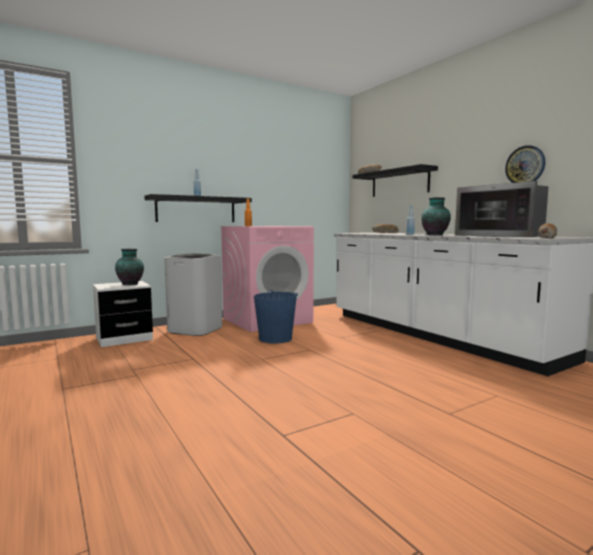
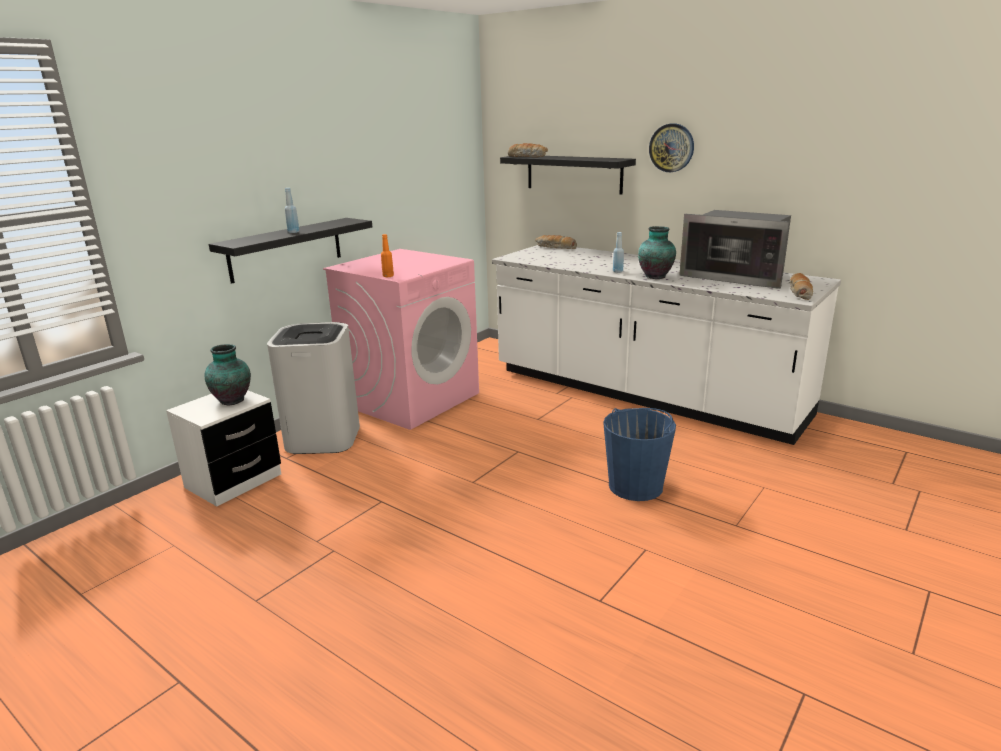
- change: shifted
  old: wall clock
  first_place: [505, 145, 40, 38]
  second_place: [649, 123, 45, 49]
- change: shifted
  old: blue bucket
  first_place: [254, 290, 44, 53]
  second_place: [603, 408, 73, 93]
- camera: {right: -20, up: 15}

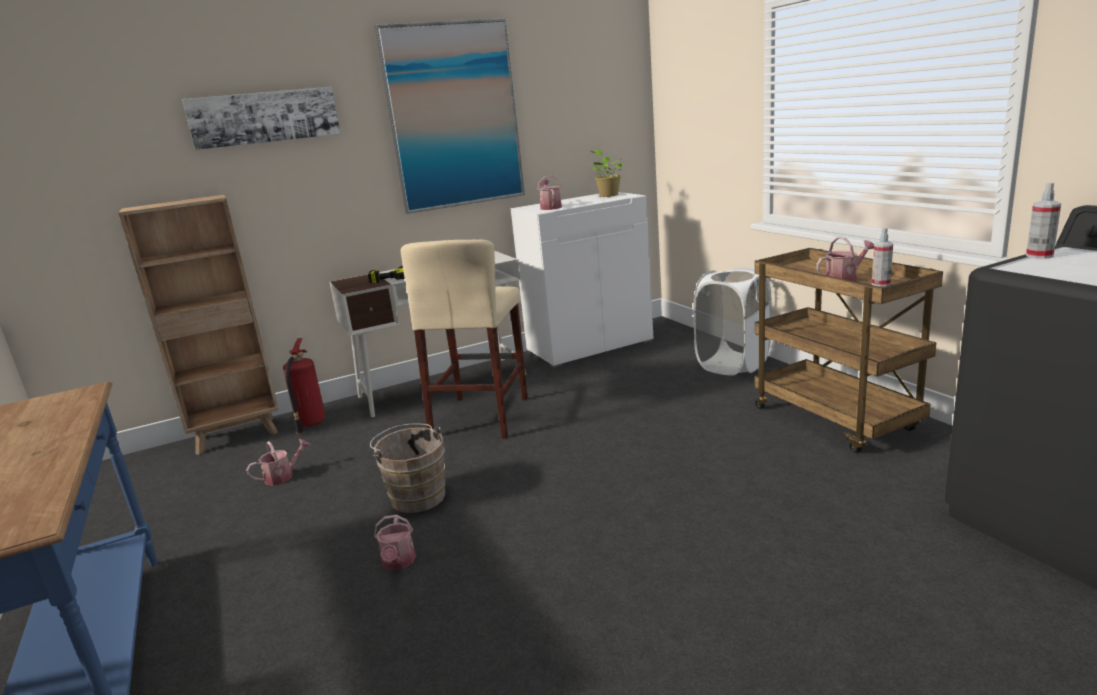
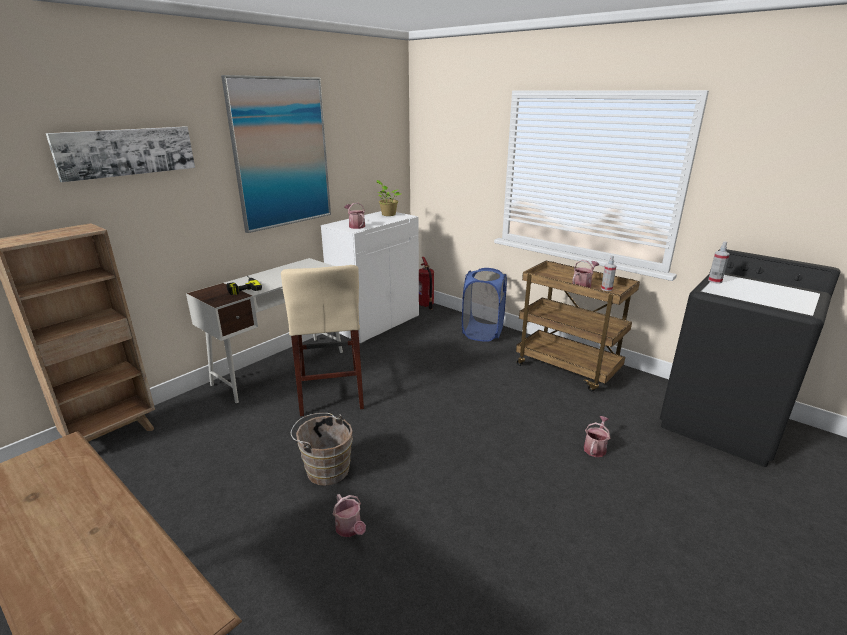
- change: repainted
  old: white laundry basket
  new: blue laundry basket
  first_place: [693, 267, 78, 109]
  second_place: [462, 268, 45, 74]
- change: shifted
  old: fire extinguisher
  first_place: [283, 338, 43, 96]
  second_place: [419, 257, 15, 53]
- change: shifted
  old: watering can
  first_place: [246, 439, 64, 47]
  second_place: [584, 416, 26, 41]
- camera: {right: -25, up: 5}

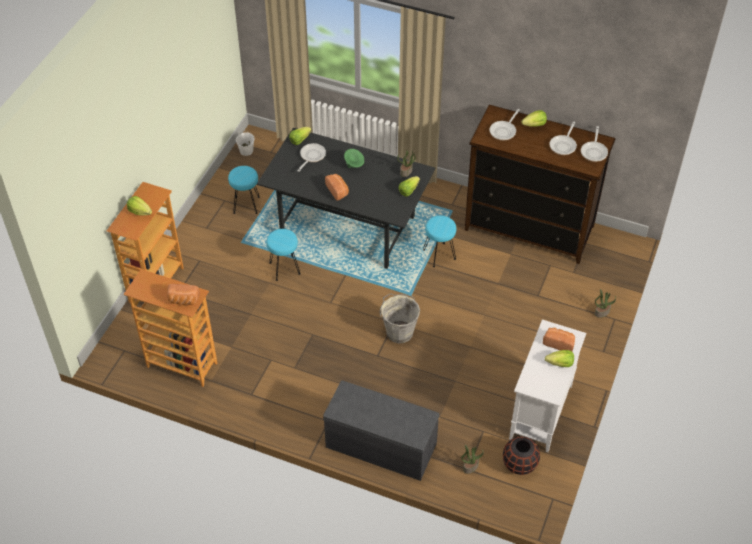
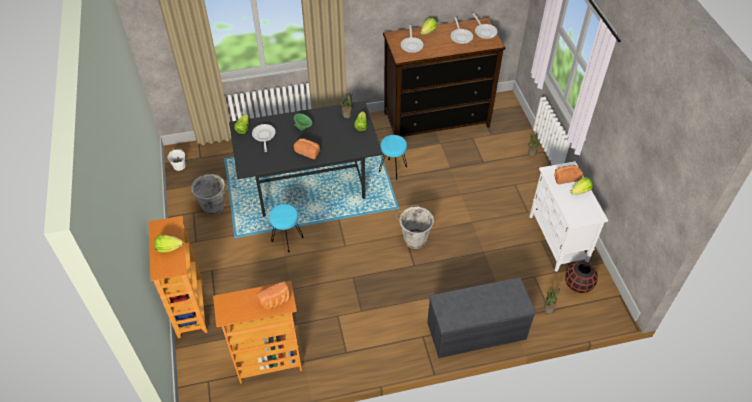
- change: swapped
  old: turquoise stool
  new: grey bucket
  first_place: [228, 166, 32, 48]
  second_place: [191, 174, 37, 41]
- camera: {right: -35, up: 0}

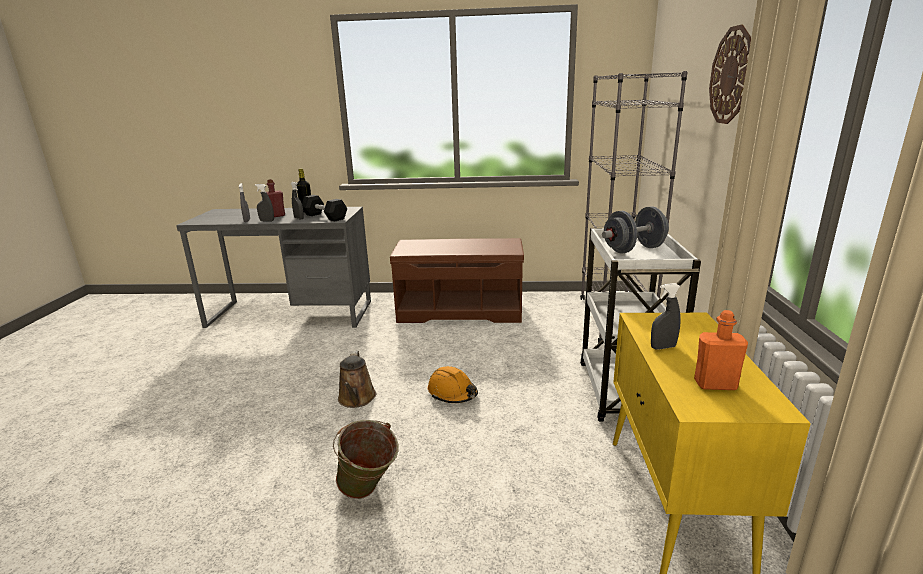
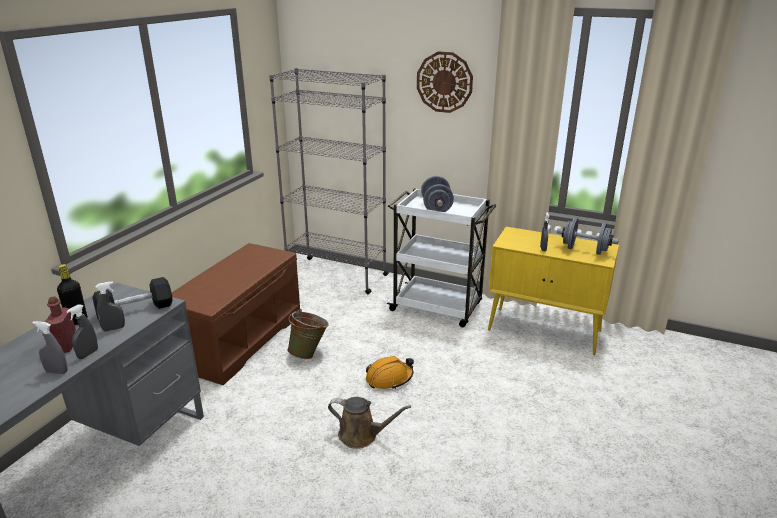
- change: swapped
  old: orange bottle
  new: grey dumbbell
  first_place: [694, 310, 54, 80]
  second_place: [557, 218, 62, 37]
- change: shifted
  old: green bucket
  first_place: [333, 420, 66, 79]
  second_place: [287, 309, 42, 50]
- camera: {right: -70, up: 5}

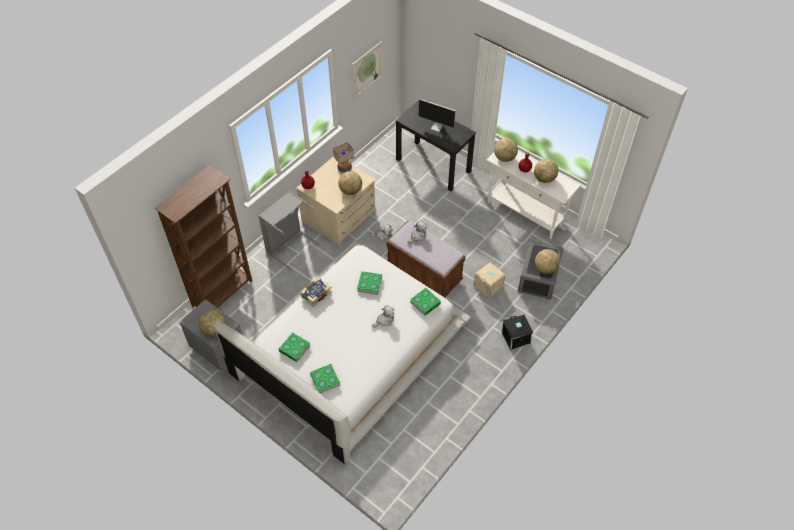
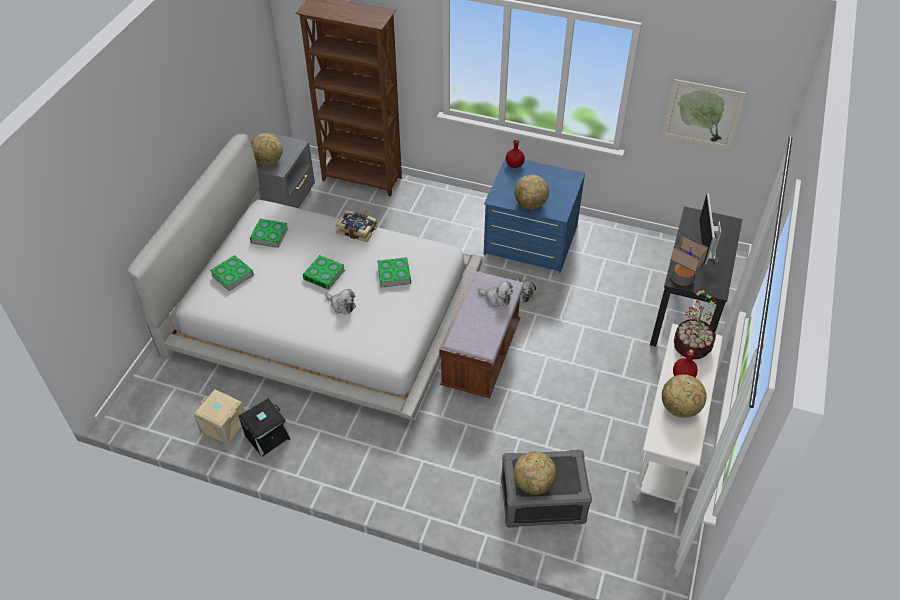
- change: swapped
  old: globe
  new: potted plant
  first_place: [494, 138, 24, 24]
  second_place: [674, 288, 44, 72]
- change: shifted
  old: table lamp
  first_place: [333, 142, 21, 31]
  second_place: [670, 236, 38, 50]
- change: repainted
  old: beige dresser
  new: blue dresser
  first_place: [296, 157, 80, 88]
  second_place: [484, 157, 101, 116]
- change: gone
  old: grey laundry basket
  first_place: [258, 191, 62, 79]
- change: shifted
  old: beige storage box
  first_place: [474, 263, 31, 36]
  second_place: [194, 389, 51, 57]
- change: shifted
  old: book
  first_place: [410, 288, 31, 28]
  second_place: [303, 255, 42, 35]
- change: shifted
  old: black storage box
  first_place: [501, 315, 32, 35]
  second_place: [239, 399, 52, 58]
- camera: {right: 70, up: -5}

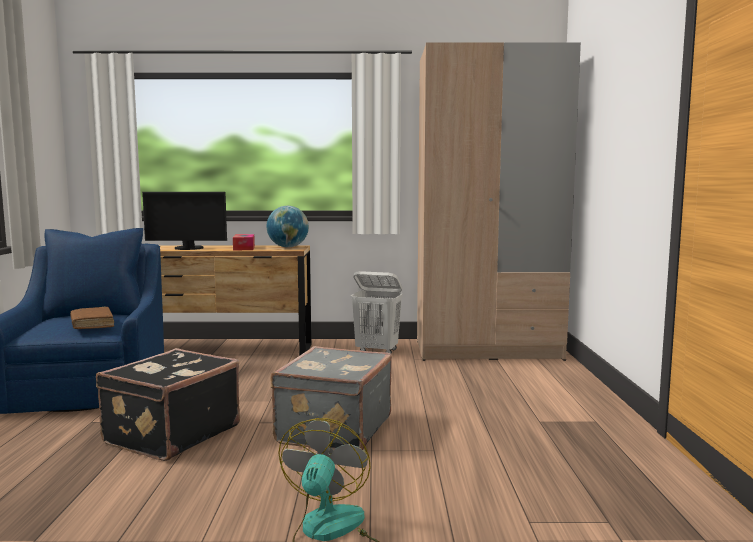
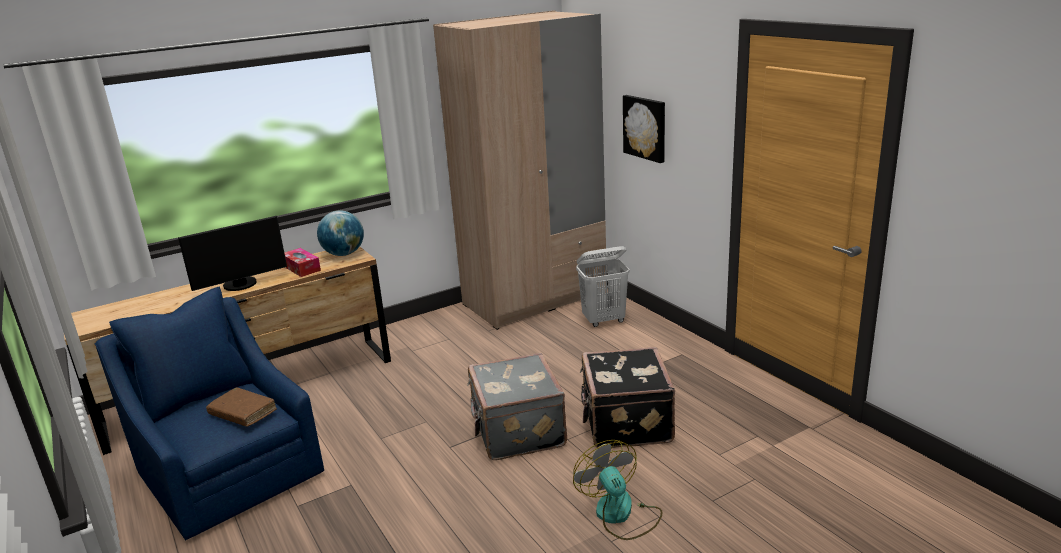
- change: shifted
  old: white laundry basket
  first_place: [351, 271, 52, 83]
  second_place: [576, 246, 54, 81]
- change: shifted
  old: black suitcase
  first_place: [96, 348, 144, 113]
  second_place: [580, 347, 95, 101]
- change: new
  new: picture
  second_place: [623, 95, 42, 68]
- camera: {right: -30, up: 15}

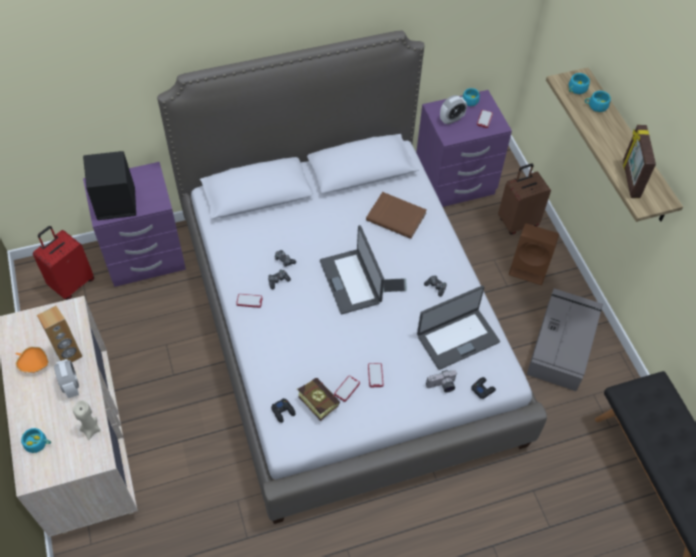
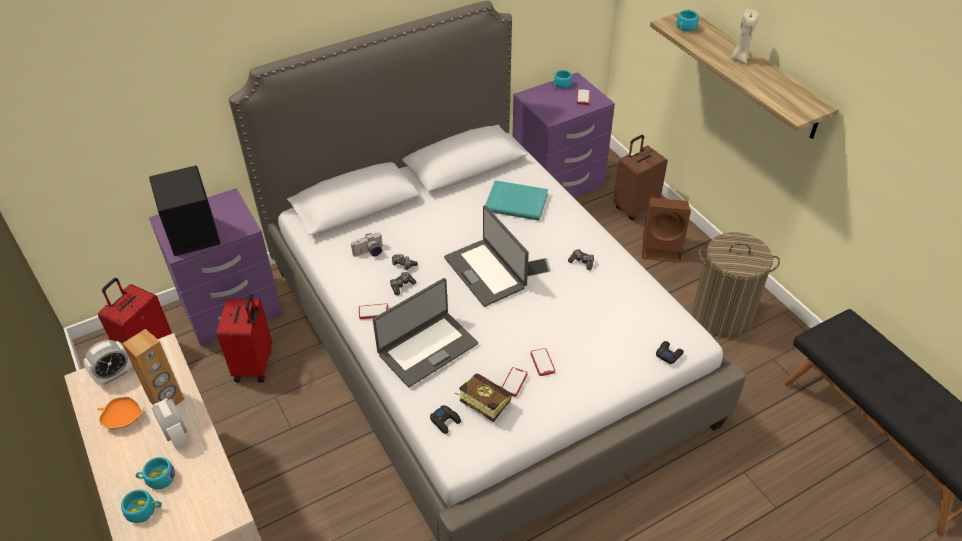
- change: shifted
  old: turquoise cup
  first_place: [585, 91, 26, 21]
  second_place: [135, 457, 40, 32]
- change: shifted
  old: alarm clock
  first_place: [440, 95, 27, 30]
  second_place: [83, 340, 49, 45]
- change: gone
  old: picture frame
  first_place: [623, 125, 33, 73]
- change: repainted
  old: brown book
  new: turquoise book
  first_place: [366, 192, 61, 47]
  second_place: [485, 180, 63, 41]
- change: shifted
  old: laptop
  first_place: [417, 285, 83, 85]
  second_place: [373, 278, 105, 109]
- change: swapped
  old: grey storage box
  new: laundry basket
  first_place: [527, 288, 76, 103]
  second_place: [692, 232, 88, 105]
- change: shifted
  old: photo camera
  first_place: [426, 370, 31, 23]
  second_place: [351, 233, 32, 24]
- change: shifted
  old: beige candle
  first_place: [73, 400, 28, 40]
  second_place: [731, 9, 28, 55]
- change: new
  new: red suitcase
  second_place: [217, 294, 55, 89]
- camera: {right: -10, up: -10}

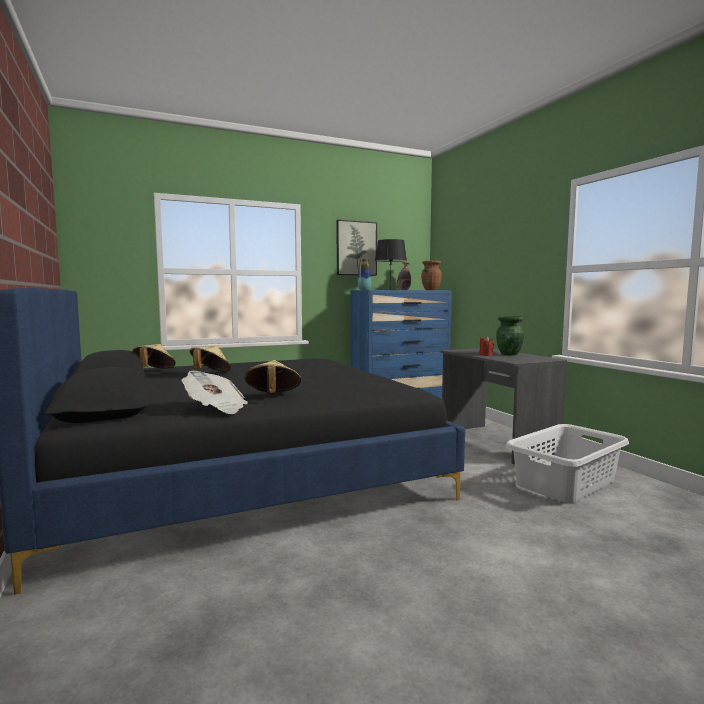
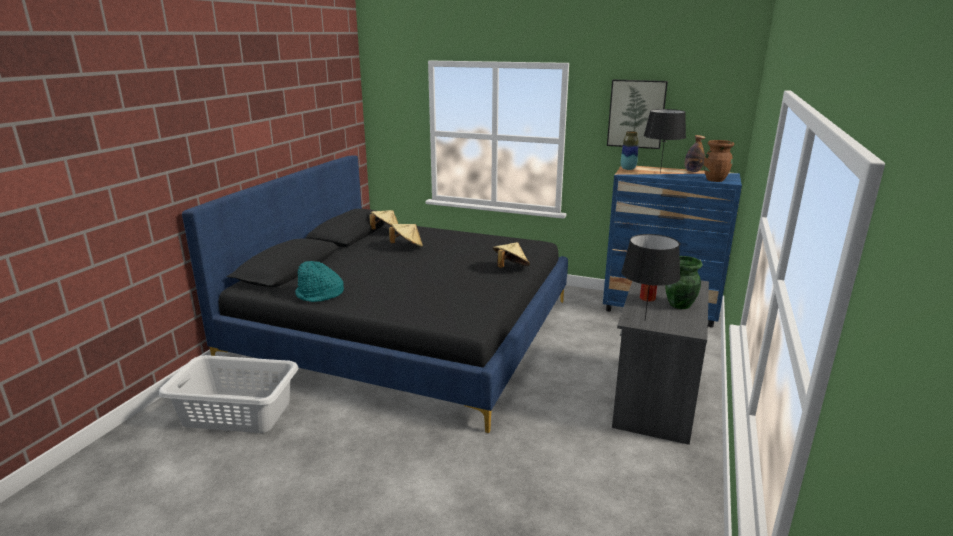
- change: shifted
  old: beige hat
  first_place: [244, 360, 58, 33]
  second_place: [493, 242, 37, 26]
- change: swapped
  old: newspaper
  new: turquoise hat
  first_place: [182, 371, 66, 43]
  second_place: [295, 261, 49, 41]
- change: shifted
  old: grey laundry basket
  first_place: [505, 424, 124, 79]
  second_place: [159, 355, 140, 78]
- change: new
  new: black table lamp
  second_place: [621, 234, 59, 86]
- camera: {right: 45, up: 15}

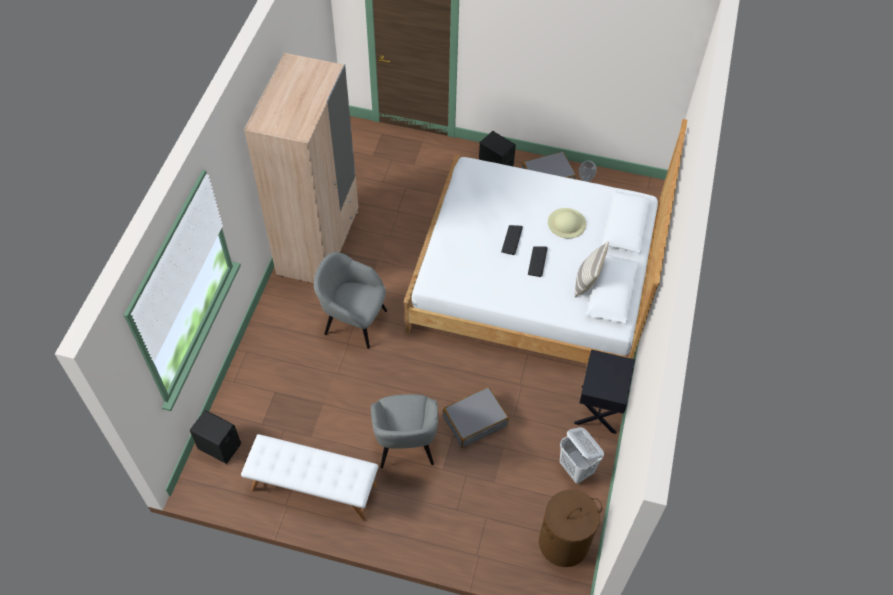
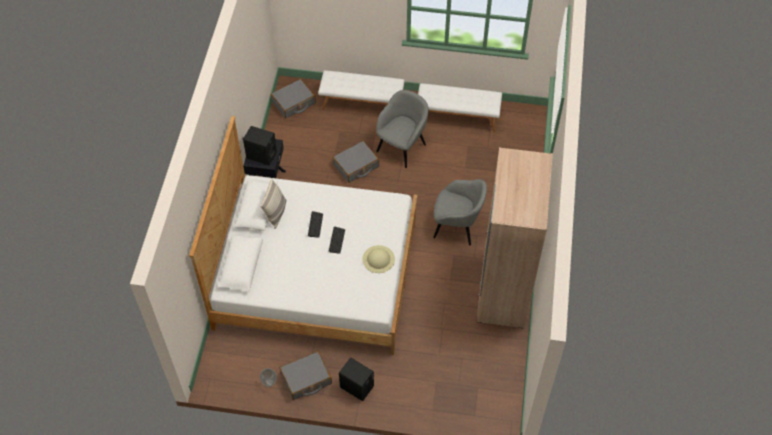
- change: shifted
  old: beige hat
  first_place: [548, 208, 38, 30]
  second_place: [362, 245, 33, 28]
- change: rotated
  old: grey armchair
  first_place: [371, 394, 67, 74]
  second_place: [376, 90, 53, 78]
  degrees: 45
- change: shifted
  old: black speaker
  first_place: [190, 410, 51, 54]
  second_place: [242, 126, 35, 39]
- change: gone
  old: white laundry basket
  first_place: [560, 427, 44, 57]
- change: swapped
  old: brown laundry basket
  new: grey suitcase
  first_place: [539, 490, 63, 77]
  second_place: [271, 79, 45, 39]
- change: new
  new: white bench
  second_place: [318, 70, 87, 40]
- camera: {right: 175, up: 0}

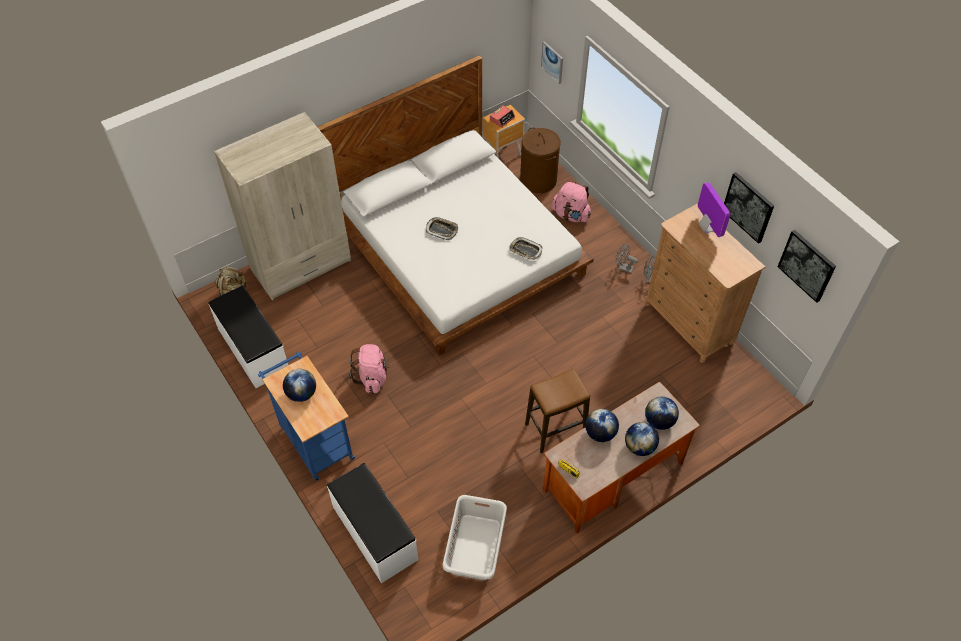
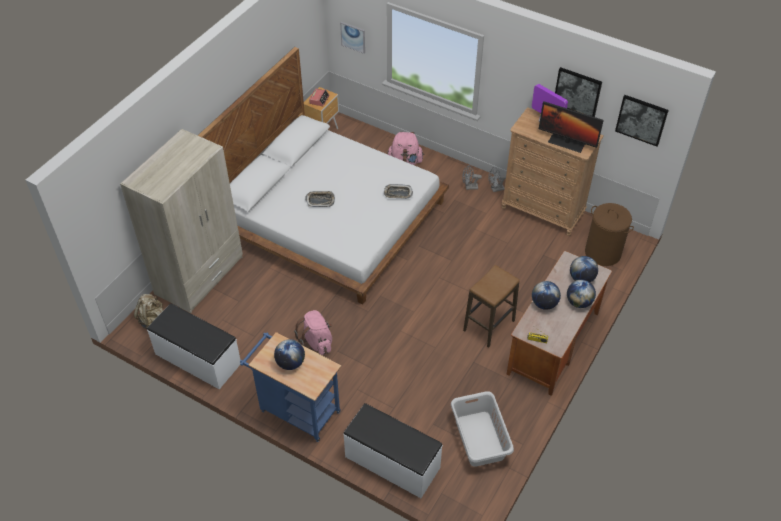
- change: shifted
  old: brown laundry basket
  first_place: [520, 127, 41, 66]
  second_place: [585, 203, 49, 63]
- change: new
  new: monitor
  second_place: [539, 101, 65, 52]
- camera: {right: -25, up: -5}

